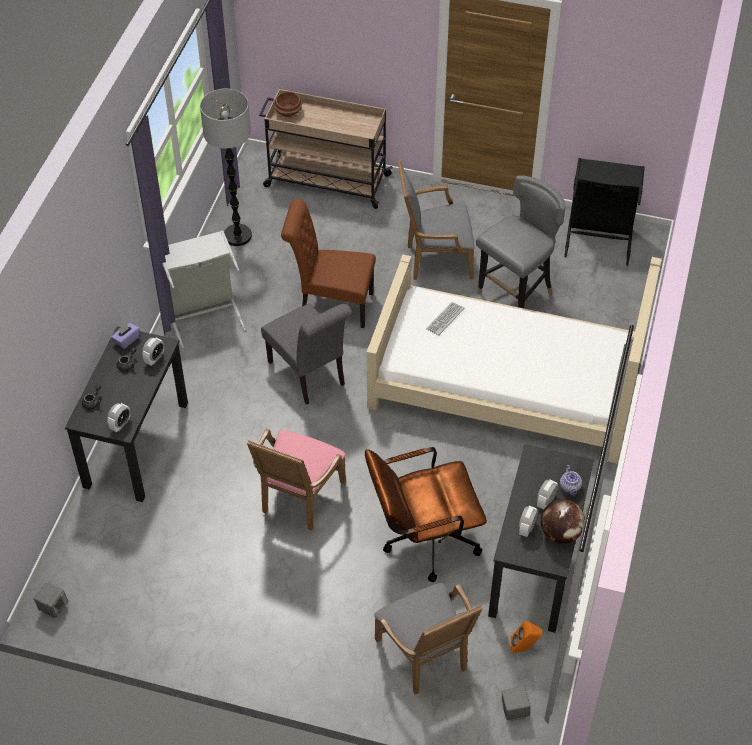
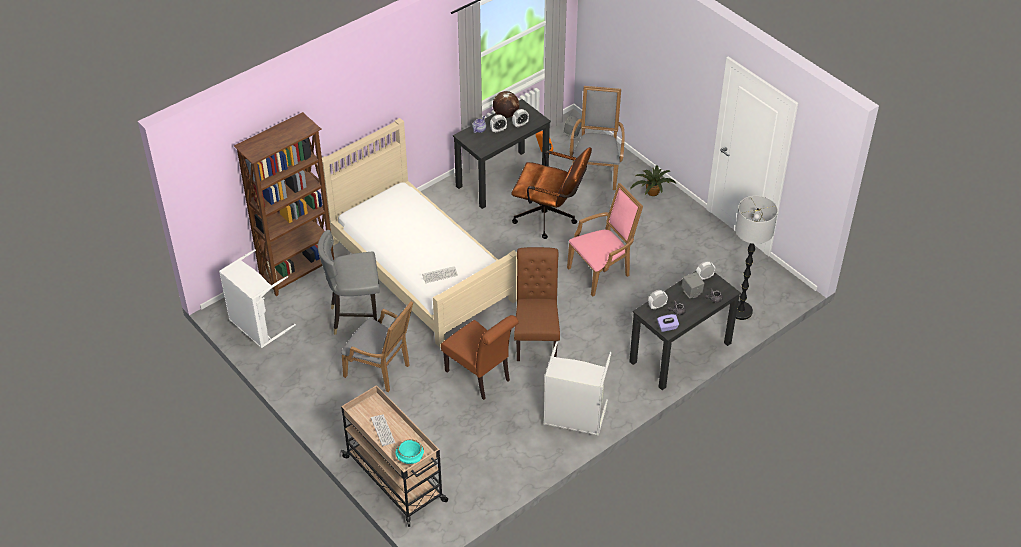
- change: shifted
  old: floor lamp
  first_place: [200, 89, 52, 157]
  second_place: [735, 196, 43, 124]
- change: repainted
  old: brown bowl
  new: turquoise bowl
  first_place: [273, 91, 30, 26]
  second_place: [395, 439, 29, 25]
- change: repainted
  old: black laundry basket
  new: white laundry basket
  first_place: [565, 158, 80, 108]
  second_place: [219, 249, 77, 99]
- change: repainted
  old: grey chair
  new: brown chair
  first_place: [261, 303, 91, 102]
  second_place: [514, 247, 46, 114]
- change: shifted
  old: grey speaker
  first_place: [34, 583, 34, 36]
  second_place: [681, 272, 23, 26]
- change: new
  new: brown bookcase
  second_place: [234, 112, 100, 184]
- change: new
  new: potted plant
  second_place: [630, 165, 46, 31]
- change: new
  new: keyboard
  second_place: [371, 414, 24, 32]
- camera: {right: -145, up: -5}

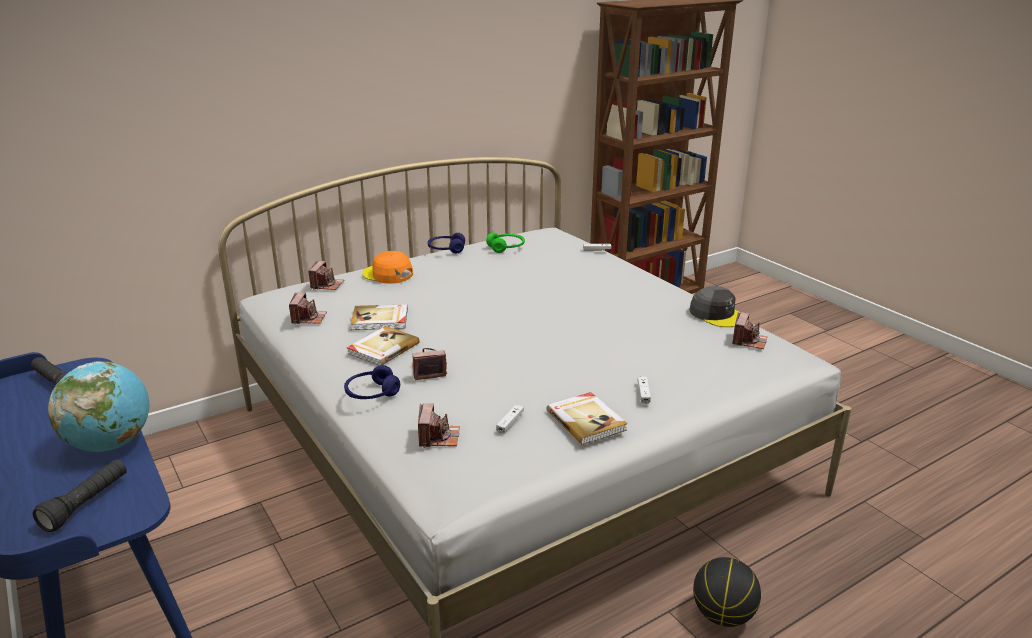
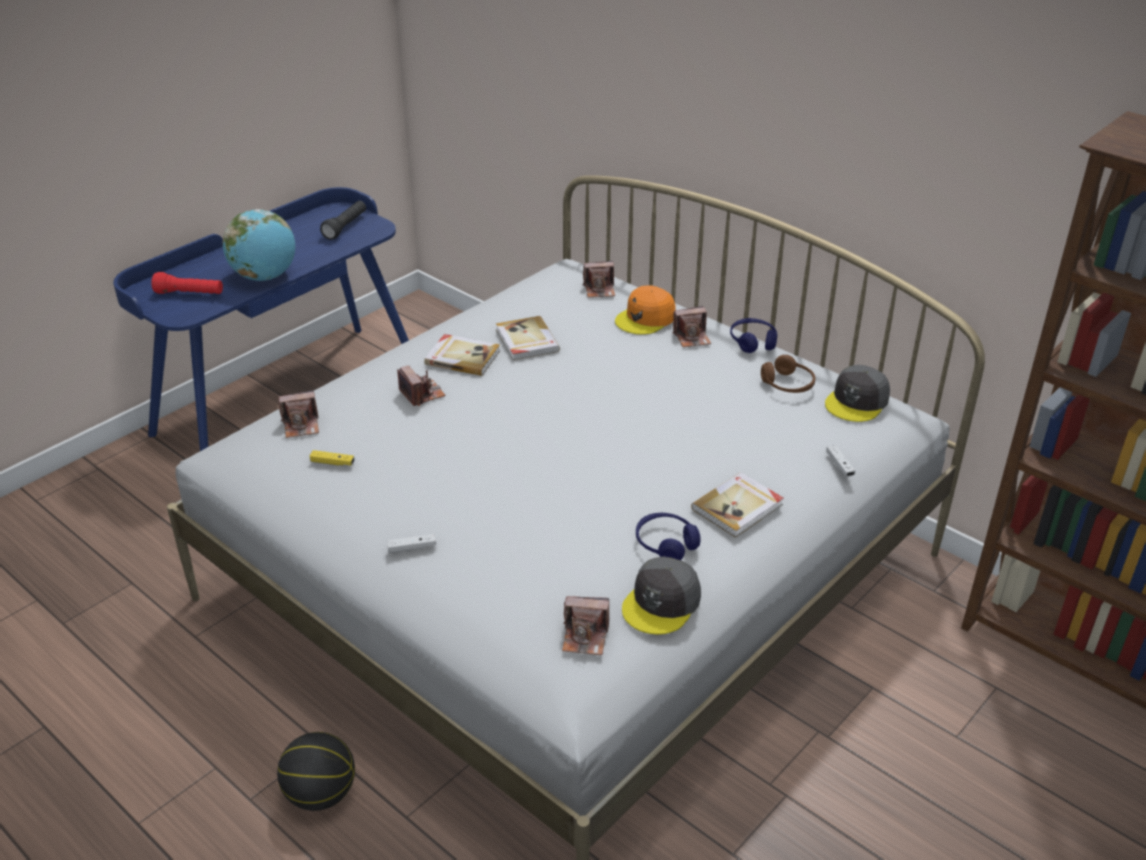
- change: repainted
  old: green headphones
  new: brown headphones
  first_place: [486, 232, 39, 21]
  second_place: [761, 355, 55, 38]
- change: rotated
  old: orange cap
  first_place: [362, 251, 51, 33]
  second_place: [615, 285, 61, 50]
  degrees: -150
- change: shifted
  old: photo camera
  first_place: [289, 292, 38, 32]
  second_place: [672, 306, 39, 41]
- change: shifted
  old: blue headphones
  first_place: [344, 365, 56, 34]
  second_place: [636, 513, 65, 47]
- change: shifted
  old: book
  first_place: [547, 392, 81, 53]
  second_place: [691, 472, 93, 66]
- change: repainted
  old: white game controller
  new: yellow game controller
  first_place: [496, 405, 28, 29]
  second_place: [310, 450, 45, 16]
- change: repainted
  old: black flashlight
  new: red flashlight
  first_place: [33, 459, 94, 73]
  second_place: [152, 272, 71, 22]
- change: new
  new: grey cap
  second_place: [825, 365, 65, 57]
- camera: {right: 75, up: 10}

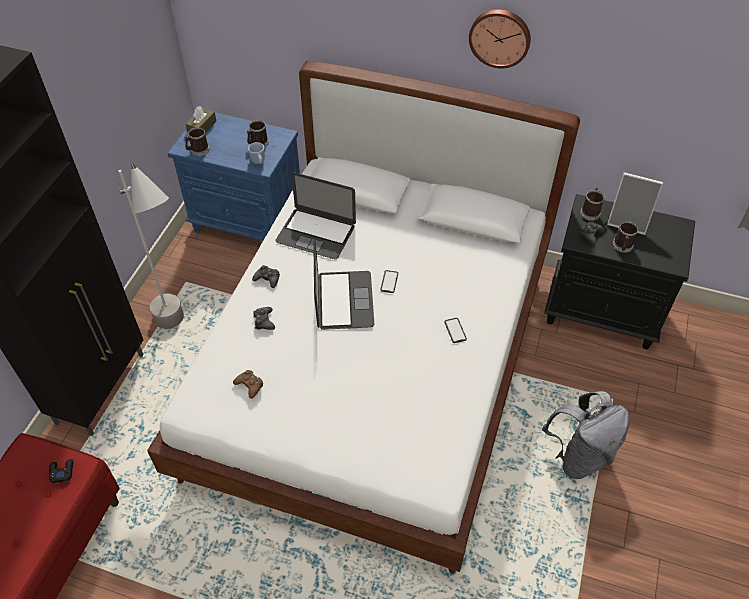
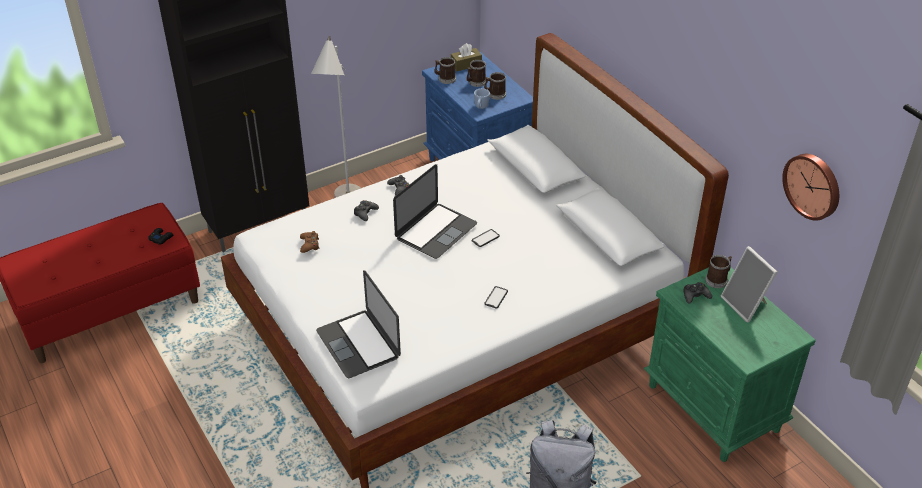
- change: shifted
  old: wall clock
  first_place: [469, 9, 62, 59]
  second_place: [782, 154, 57, 67]
- change: shifted
  old: laptop
  first_place: [275, 172, 81, 87]
  second_place: [316, 270, 85, 108]
- change: repainted
  old: black nightstand
  new: green nightstand
  first_place: [544, 194, 151, 155]
  second_place: [644, 267, 172, 195]
- change: shifted
  old: mug
  first_place: [613, 221, 26, 32]
  second_place: [467, 60, 19, 27]
- camera: {right: 40, up: -10}

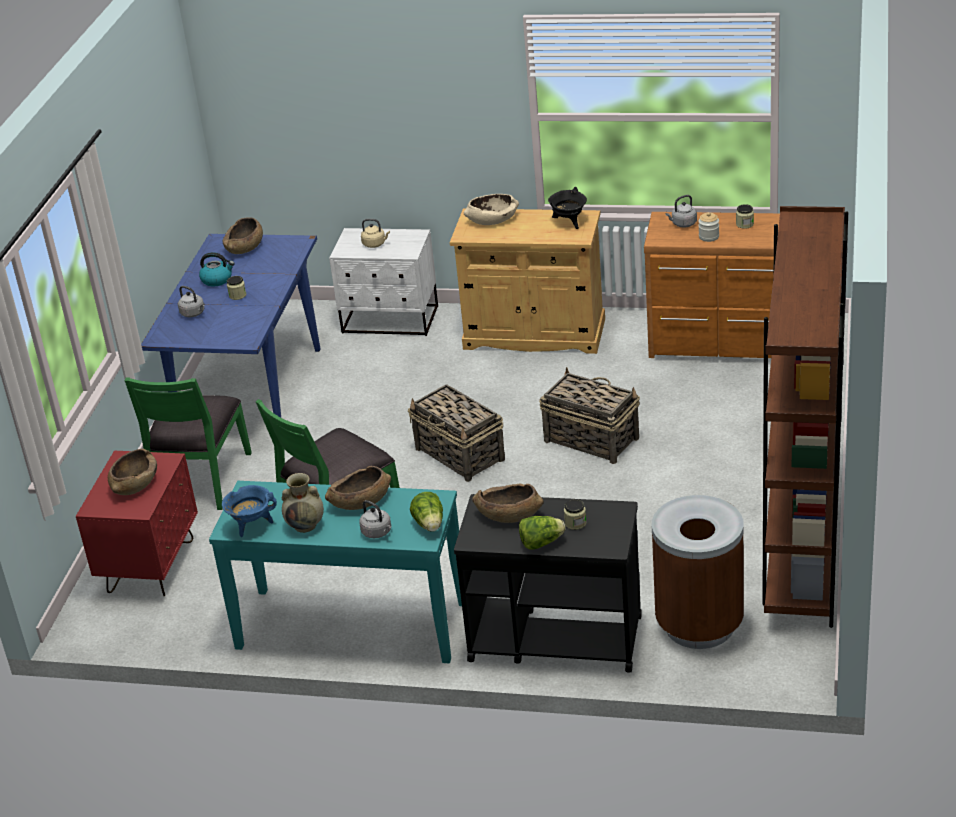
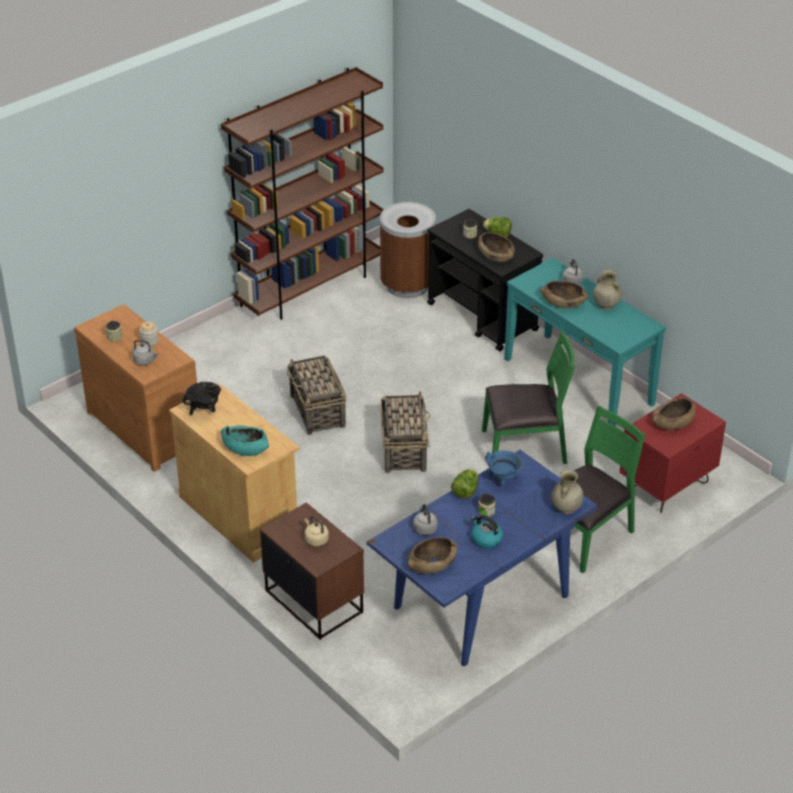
- change: repainted
  old: beige bowl
  new: turquoise bowl
  first_place: [463, 194, 56, 31]
  second_place: [221, 425, 48, 31]
- change: repainted
  old: white nightstand
  new: brown nightstand
  first_place: [329, 228, 109, 108]
  second_place: [260, 502, 104, 138]
- change: shifted
  old: grey kettle
  first_place: [178, 286, 27, 31]
  second_place: [413, 504, 25, 31]
- change: shifted
  old: blue cooking pot
  first_place: [222, 485, 55, 52]
  second_place: [485, 450, 39, 36]
- change: shifted
  old: lettuce
  first_place: [410, 492, 33, 40]
  second_place: [451, 469, 27, 30]
- change: new
  new: beige vase
  second_place: [551, 469, 33, 45]
- camera: {right: -145, up: 5}

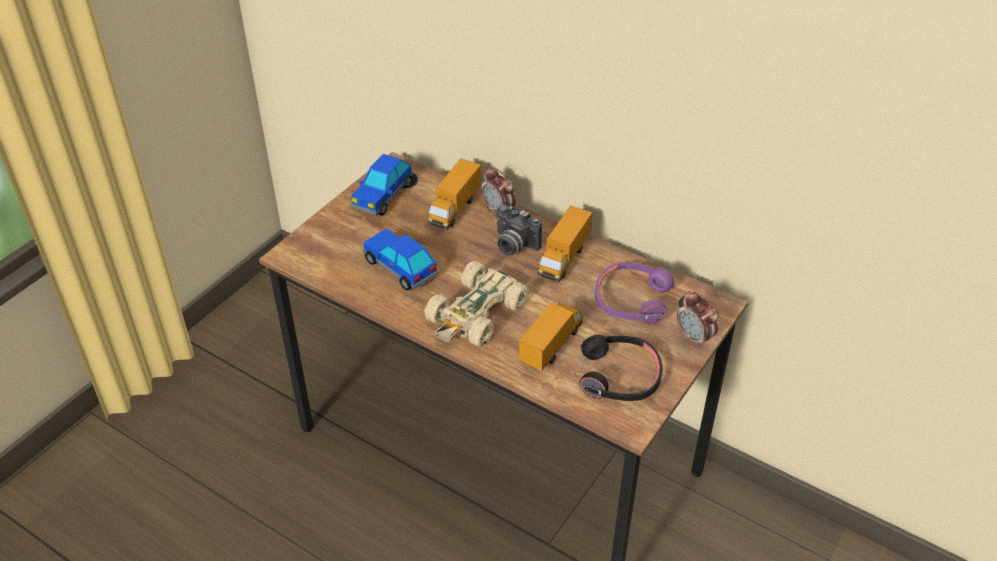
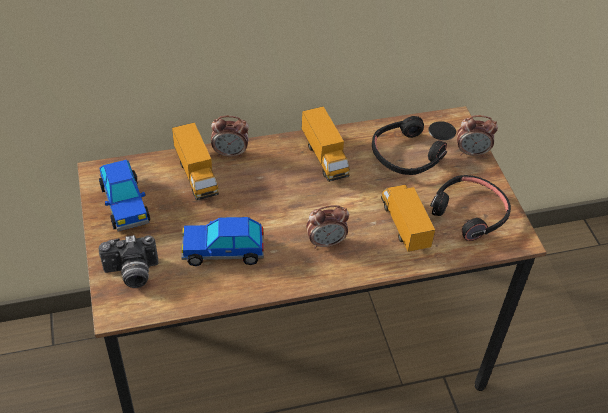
- change: shifted
  old: photo camera
  first_place: [496, 205, 46, 50]
  second_place: [99, 235, 60, 53]
- change: swapped
  old: beige toy car
  new: alarm clock
  first_place: [424, 261, 105, 85]
  second_place: [306, 205, 43, 44]
- change: repainted
  old: purple headphones
  new: black headphones
  first_place: [595, 262, 80, 62]
  second_place: [372, 116, 75, 59]
- camera: {right: -50, up: 5}

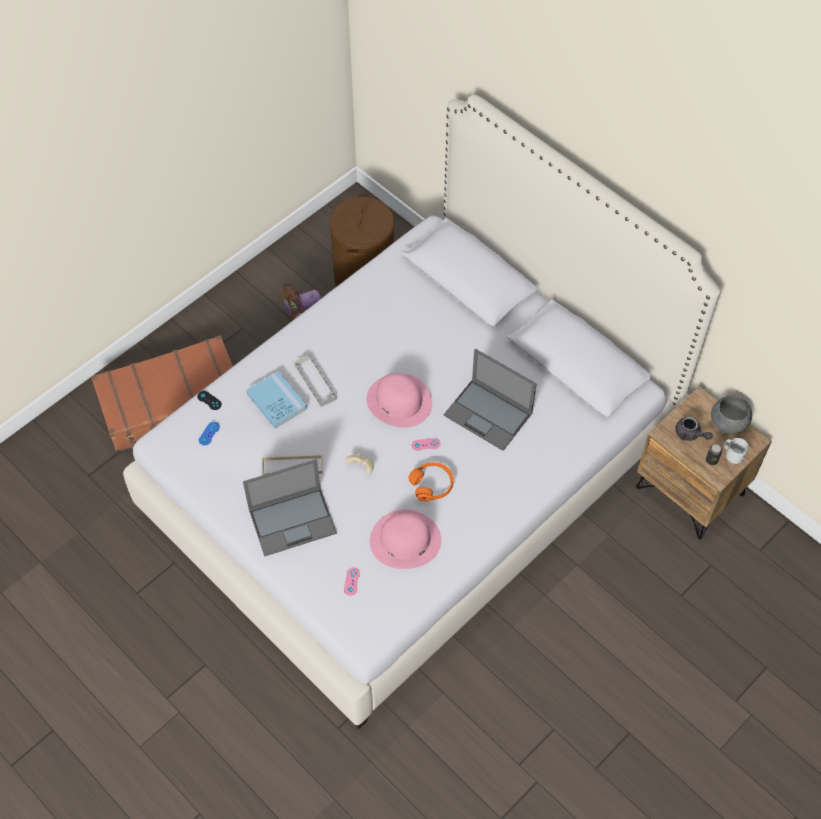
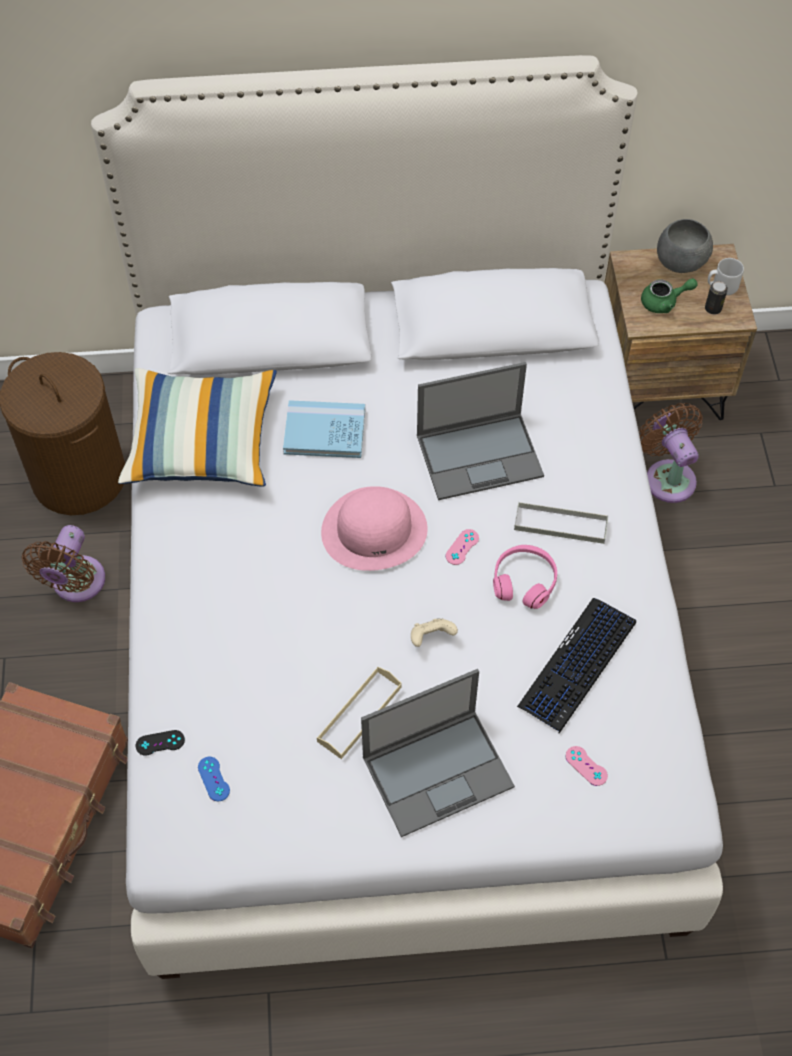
- change: shifted
  old: grey tray
  first_place: [294, 355, 43, 52]
  second_place: [514, 502, 94, 42]
- change: shifted
  old: blue book
  first_place: [246, 371, 61, 57]
  second_place: [283, 400, 82, 58]
- change: repainted
  old: grey teapot
  new: green teapot
  first_place: [675, 416, 38, 25]
  second_place: [641, 278, 57, 35]
- change: rotated
  old: laptop
  first_place: [243, 459, 94, 98]
  second_place: [361, 669, 154, 168]
  degrees: 45
- change: repainted
  old: orange headphones
  new: pink headphones
  first_place: [409, 462, 45, 40]
  second_place: [493, 545, 64, 64]
- change: swapped
  old: pink hat
  new: keyboard
  first_place: [370, 509, 71, 60]
  second_place: [517, 598, 119, 135]
- change: new
  new: pillow
  second_place: [118, 368, 159, 119]
- change: new
  new: brown fan
  second_place: [639, 403, 64, 100]
- camera: {right: -50, up: 0}

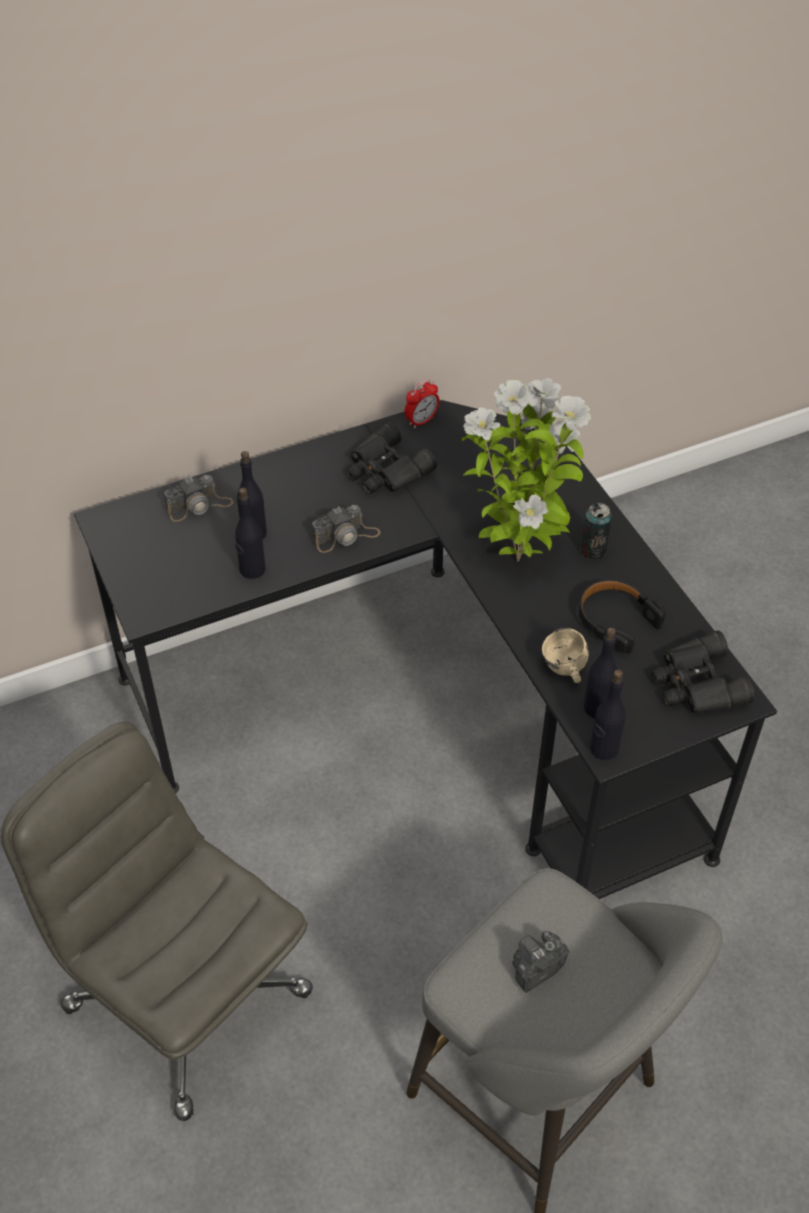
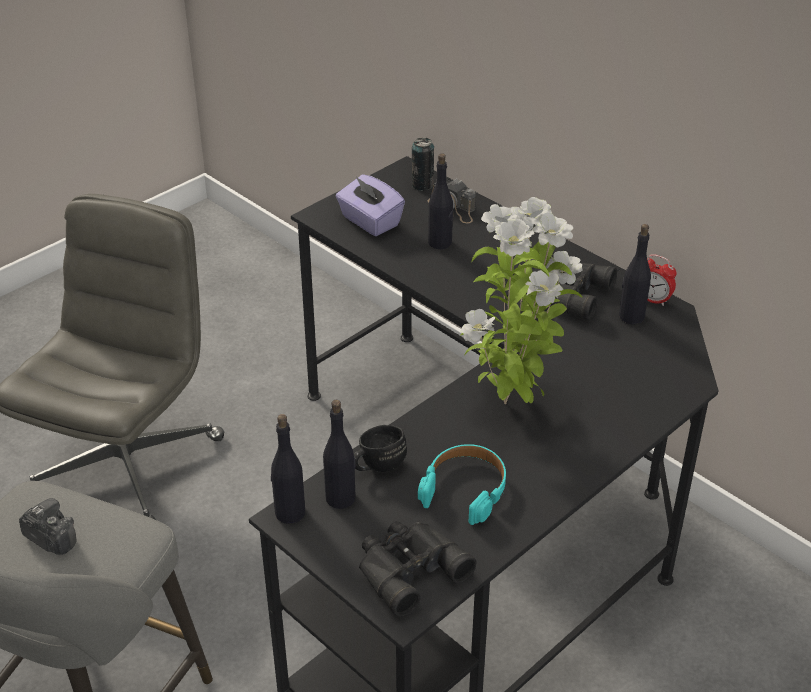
- change: shifted
  old: black bottle
  first_place: [235, 488, 31, 91]
  second_place: [619, 224, 32, 100]
- change: shifted
  old: can
  first_place: [581, 503, 31, 57]
  second_place: [412, 137, 22, 54]
- change: gone
  old: photo camera
  first_place: [312, 505, 69, 48]
- change: repainted
  old: black headphones
  new: turquoise headphones
  first_place: [579, 580, 87, 73]
  second_place: [418, 444, 88, 81]
- change: repainted
  old: beige mug
  new: black mug
  first_place: [542, 629, 46, 54]
  second_place: [354, 425, 53, 47]
- change: new
  new: purple tissue box
  second_place: [336, 174, 69, 62]
- camera: {right: 70, up: -10}

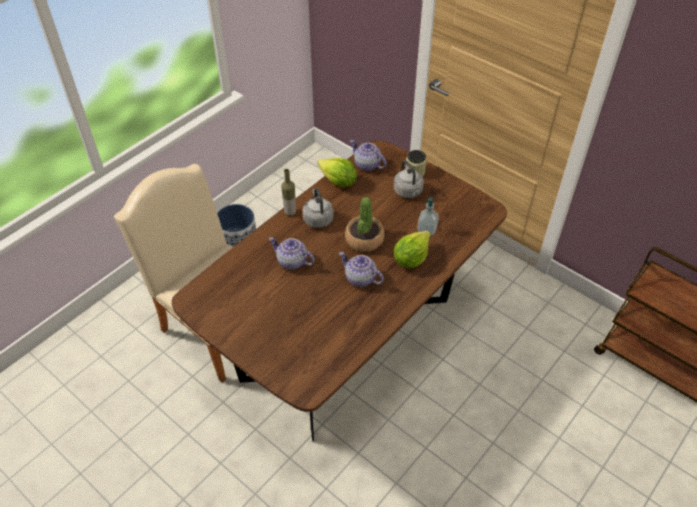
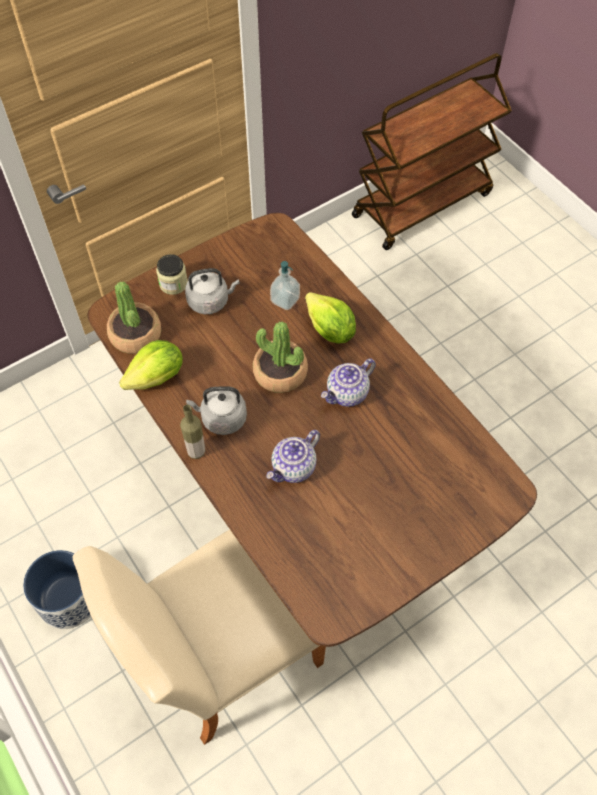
- change: swapped
  old: teapot
  new: potted plant
  first_place: [350, 140, 36, 31]
  second_place: [107, 281, 54, 73]
- camera: {right: -75, up: 10}

